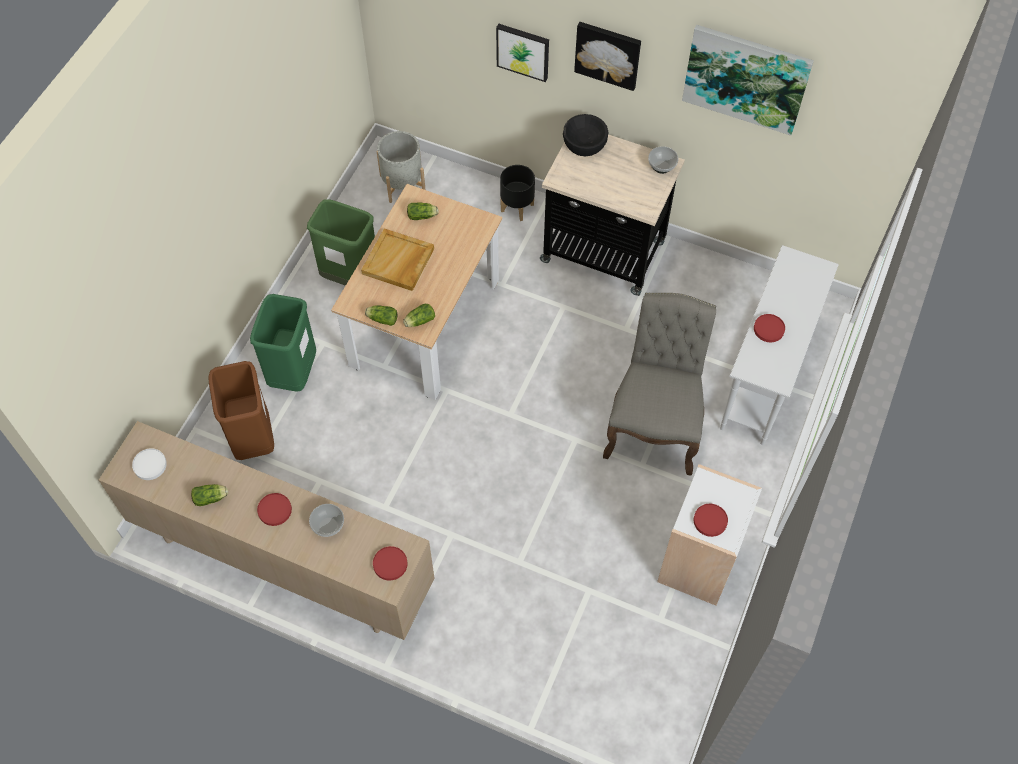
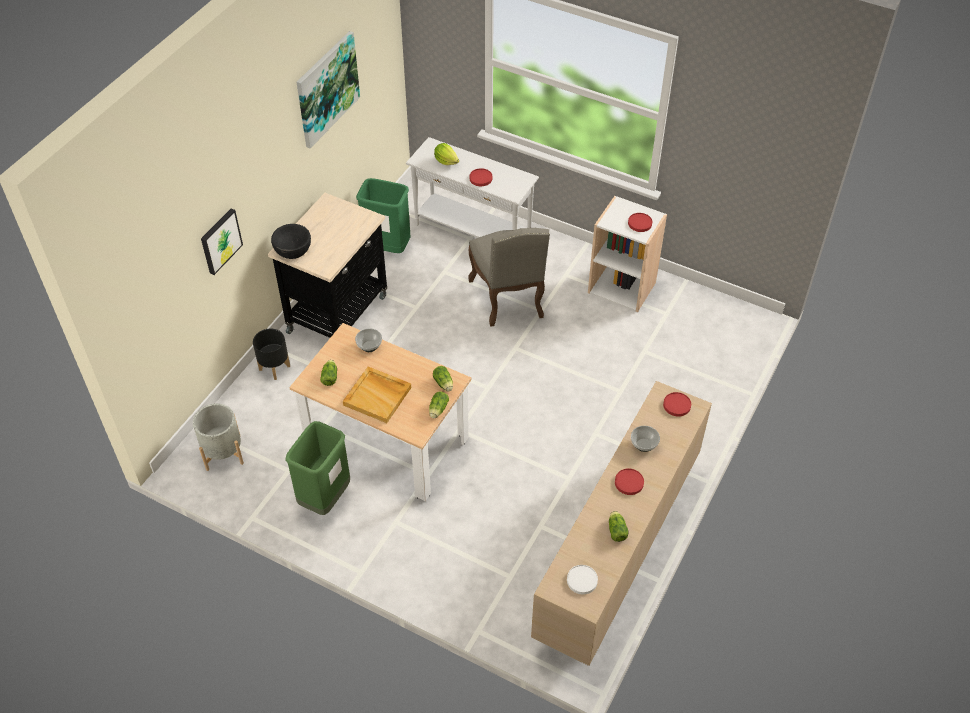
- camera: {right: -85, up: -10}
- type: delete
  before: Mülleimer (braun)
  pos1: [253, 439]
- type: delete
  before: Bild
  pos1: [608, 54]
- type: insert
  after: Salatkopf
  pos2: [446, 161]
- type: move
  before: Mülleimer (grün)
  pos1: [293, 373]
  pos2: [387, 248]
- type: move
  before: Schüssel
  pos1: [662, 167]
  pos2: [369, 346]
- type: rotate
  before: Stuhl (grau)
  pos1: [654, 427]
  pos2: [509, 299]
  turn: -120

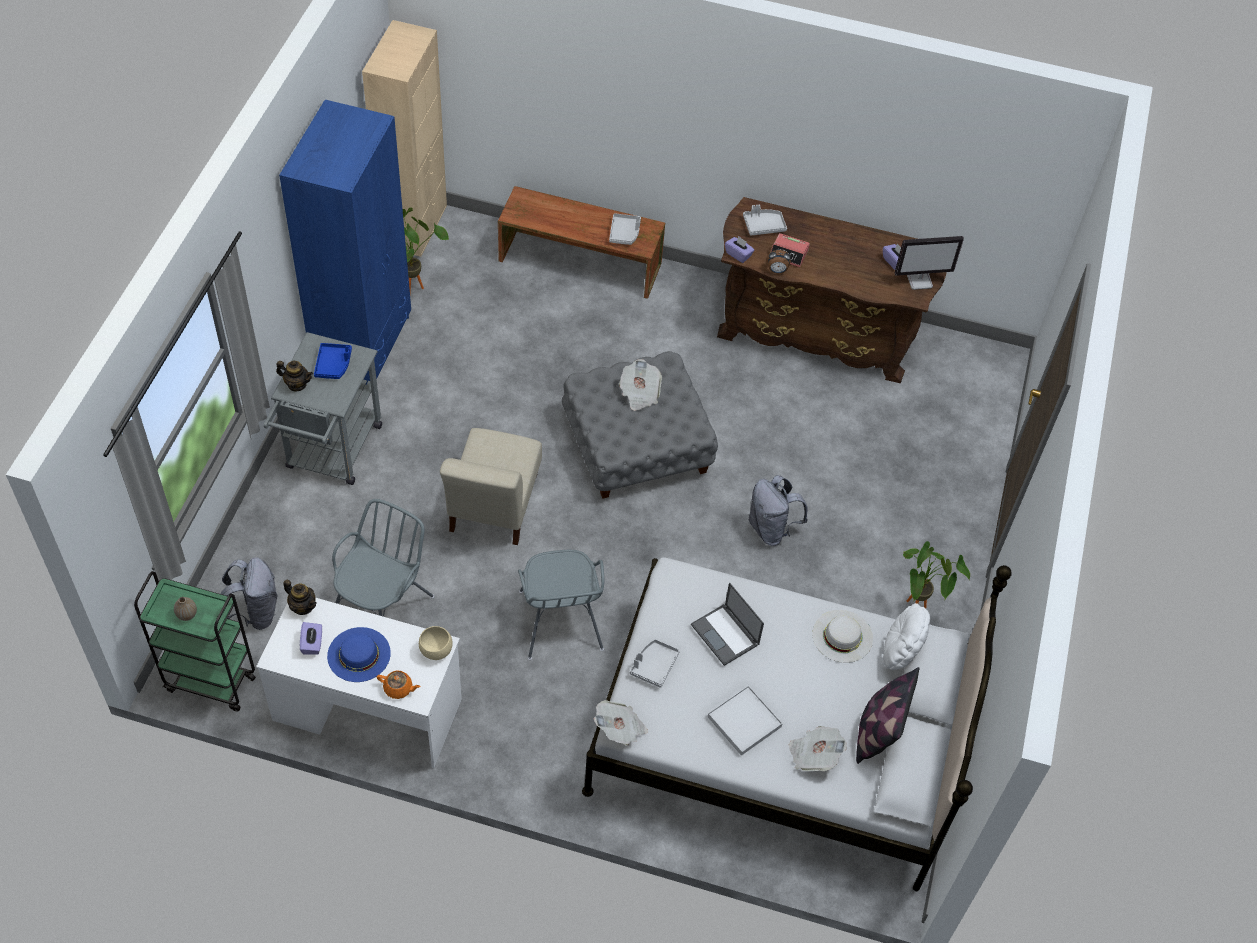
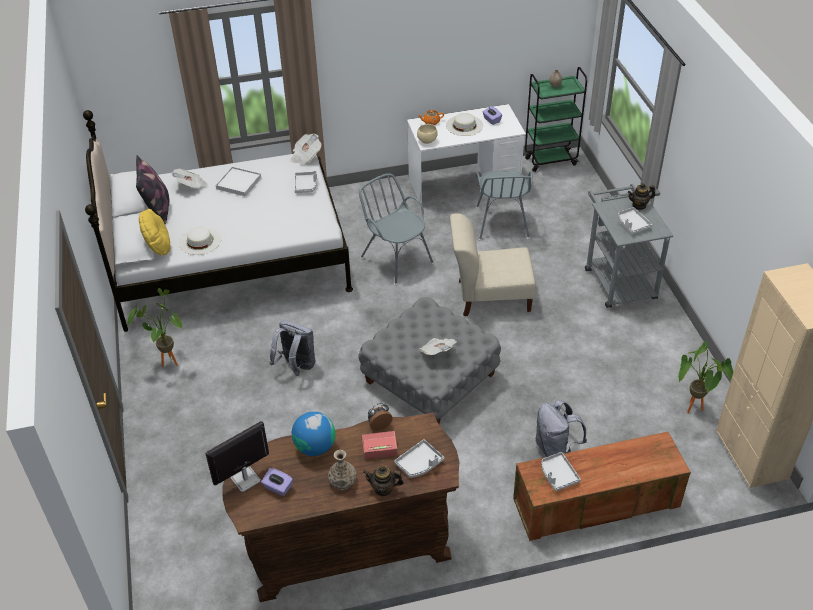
- camera: {right: 155, up: -10}
- type: delete
  before: Kleiderschrank (blau)
  pos1: [364, 343]
- type: delete
  before: Laptop
  pos1: [725, 635]
- type: delete
  before: Taschentuchbox (lila)
  pos1: [738, 254]
- type: insert
  after: Globus
  pos2: [315, 447]
- type: insert
  after: Vase
  pos2: [342, 481]
- type: move
  before: Rucksack (grau)
  pos1: [255, 612]
  pos2: [555, 449]
- type: move
  before: Teekanne
  pos1: [303, 606]
  pos2: [383, 489]
- type: recolor
  before: Tablett (blau)
  after: Tablett (grau)
  pos1: [333, 365]
  pos2: [632, 224]
- type: recolor
  before: Hut (blau)
  after: Hut (weiß)
  pos1: [359, 654]
  pos2: [464, 125]
- type: recolor
  before: Kissen (weiß)
  after: Kissen (gelb)
  pos1: [900, 652]
  pos2: [158, 248]
- type: rotate
  before: Stuhl (beige)
  pos1: [493, 507]
  pos2: [490, 296]
  turn: -75

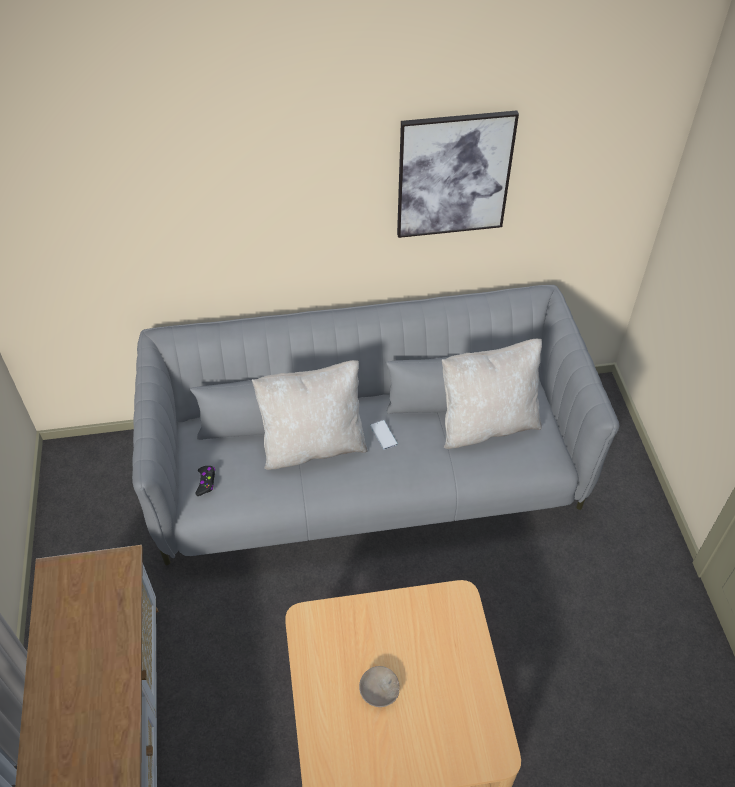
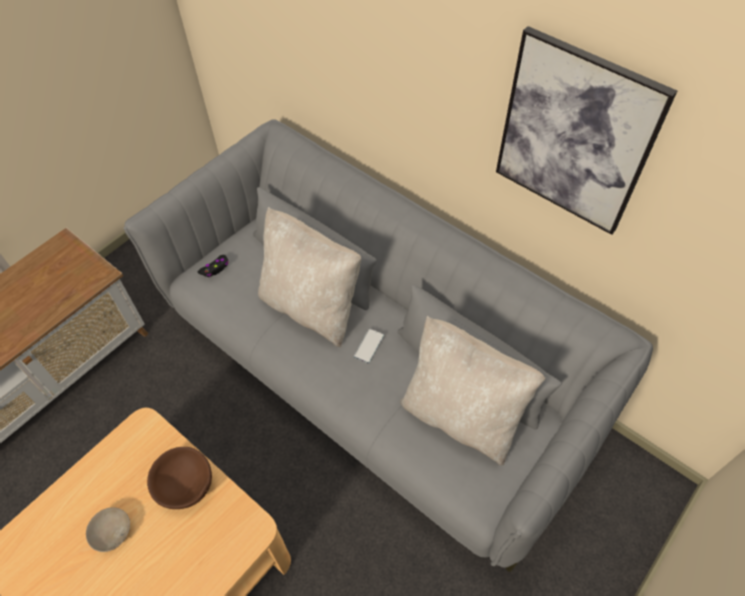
- camera: {right: 50, up: 5}
- type: insert
  after: Schüssel (braun)
  pos2: [185, 485]

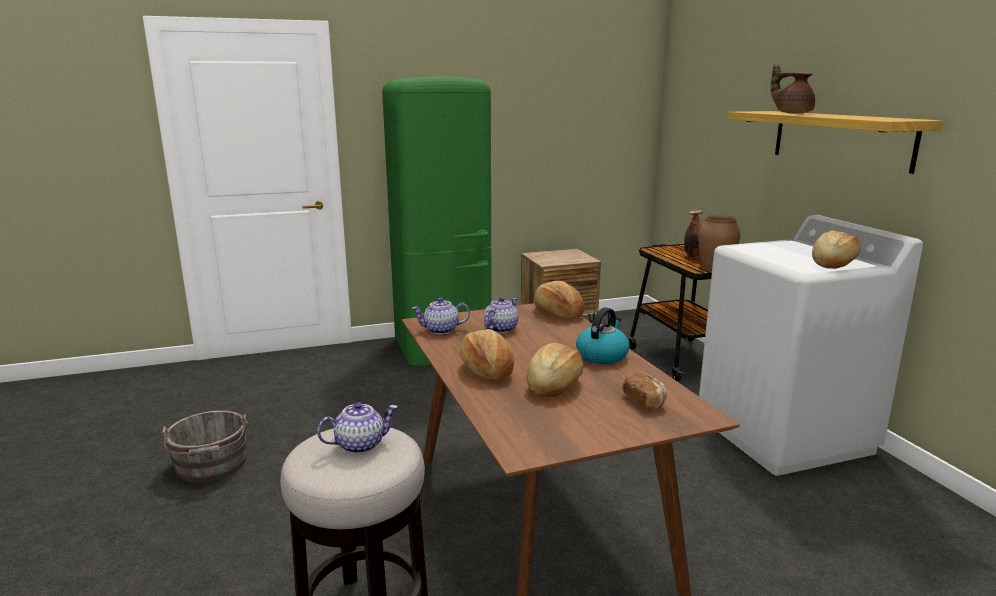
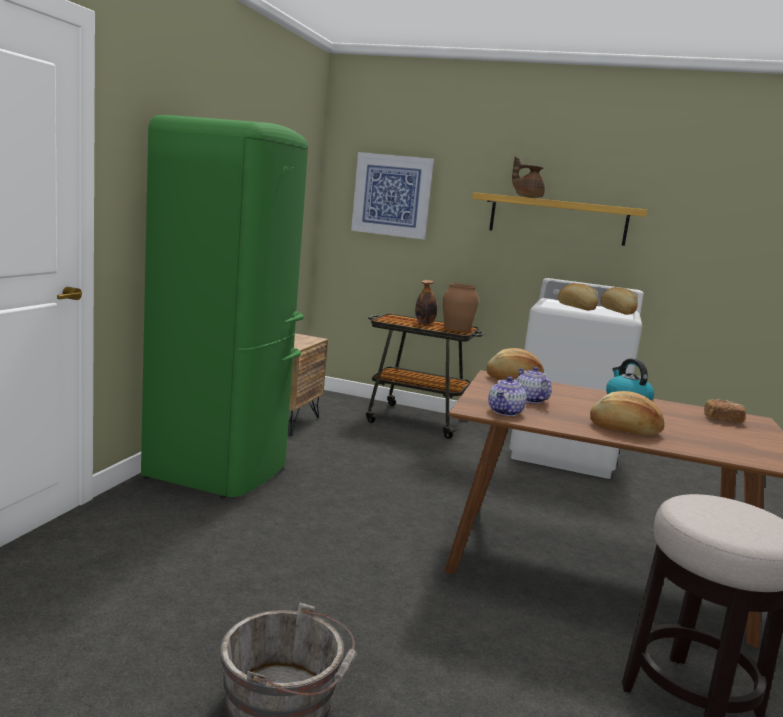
- camera: {right: -55, up: -5}
- type: delete
  before: Teekanne
  pos1: [360, 445]
- type: insert
  after: Bild
  pos2: [392, 195]
- type: move
  before: Brot
  pos1: [554, 384]
  pos2: [576, 307]

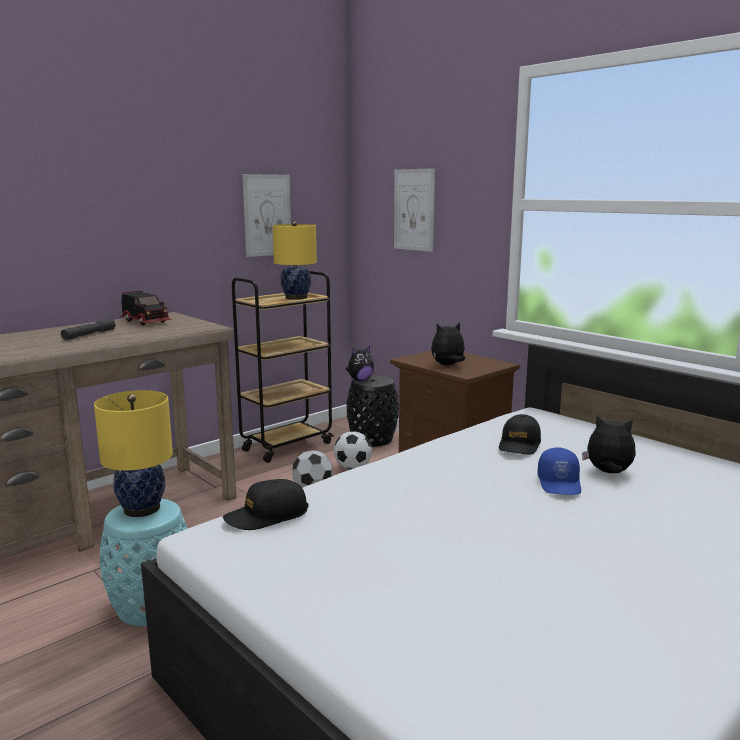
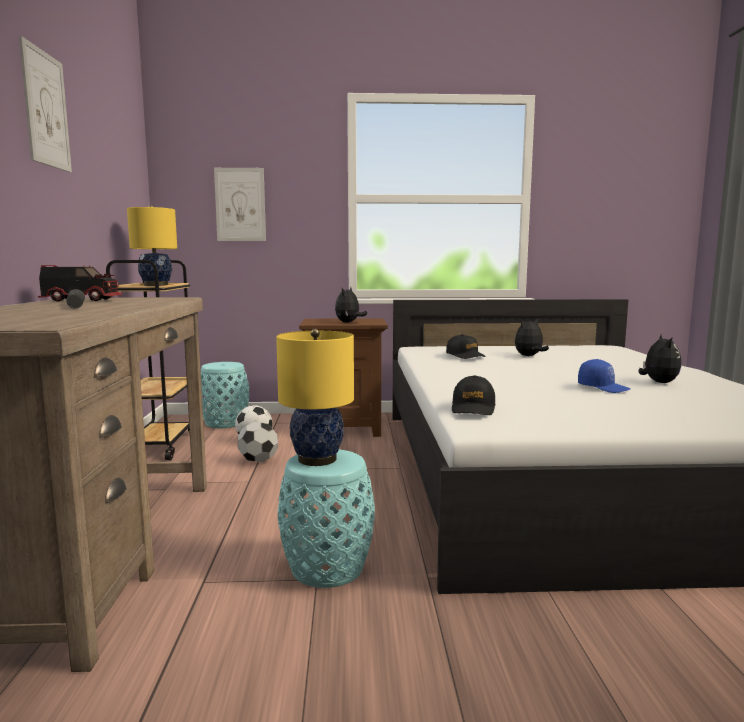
- camera: {right: -50, up: -5}
- type: move
  before: Bild
  pos1: [267, 215]
  pos2: [46, 109]
- type: move
  before: Plüschtier
  pos1: [360, 380]
  pos2: [658, 382]
- type: move
  before: Kappe (blau)
  pos1: [560, 484]
  pos2: [603, 387]
- type: recolor
  before: Hocker (schwarz)
  after: Hocker (türkis)
  pos1: [372, 439]
  pos2: [225, 423]

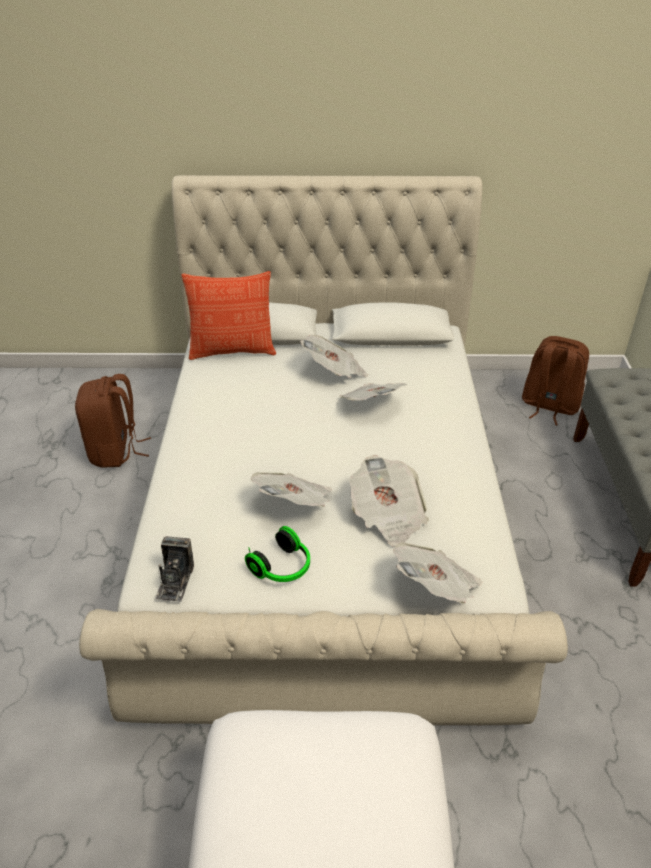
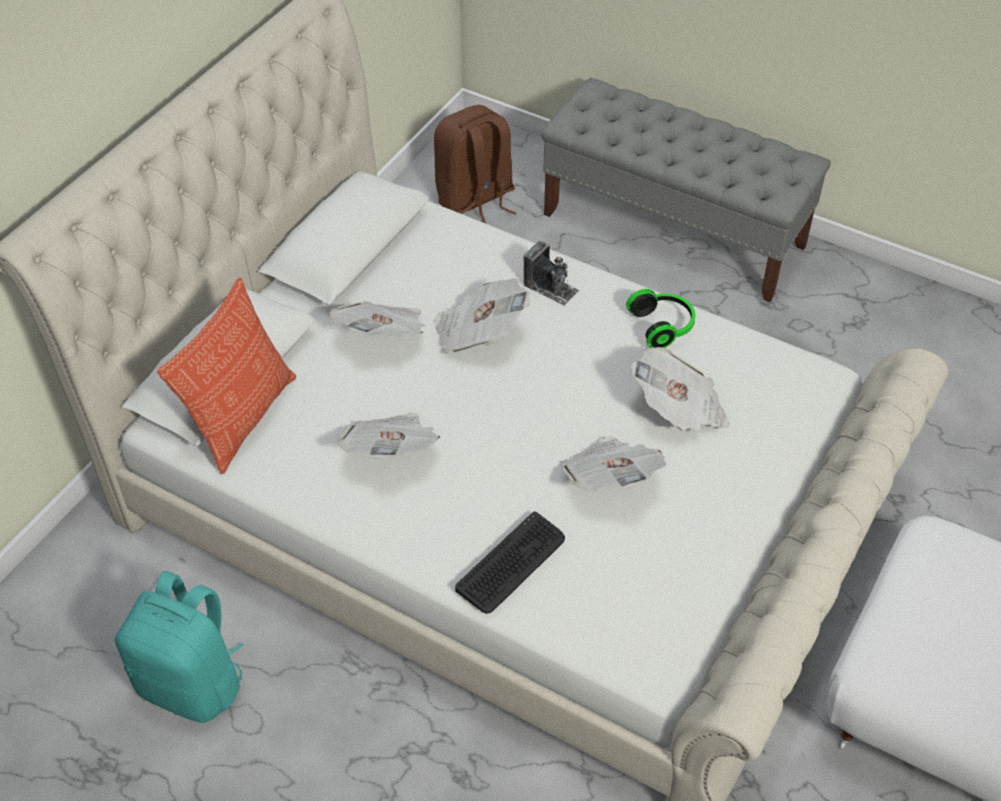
- camera: {right: -60, up: 10}
- type: insert
  after: Tastatur
  pos2: [511, 563]
- type: move
  before: Kamera
  pos1: [175, 581]
  pos2: [550, 287]
- type: move
  before: Kopfhörer
  pos1: [283, 568]
  pos2: [663, 326]
- type: move
  before: Zeitung
  pos1: [436, 587]
  pos2: [392, 452]
- type: recolor
  before: Rucksack (braun)
  after: Rucksack (türkis)
  pos1: [116, 451]
  pos2: [193, 684]

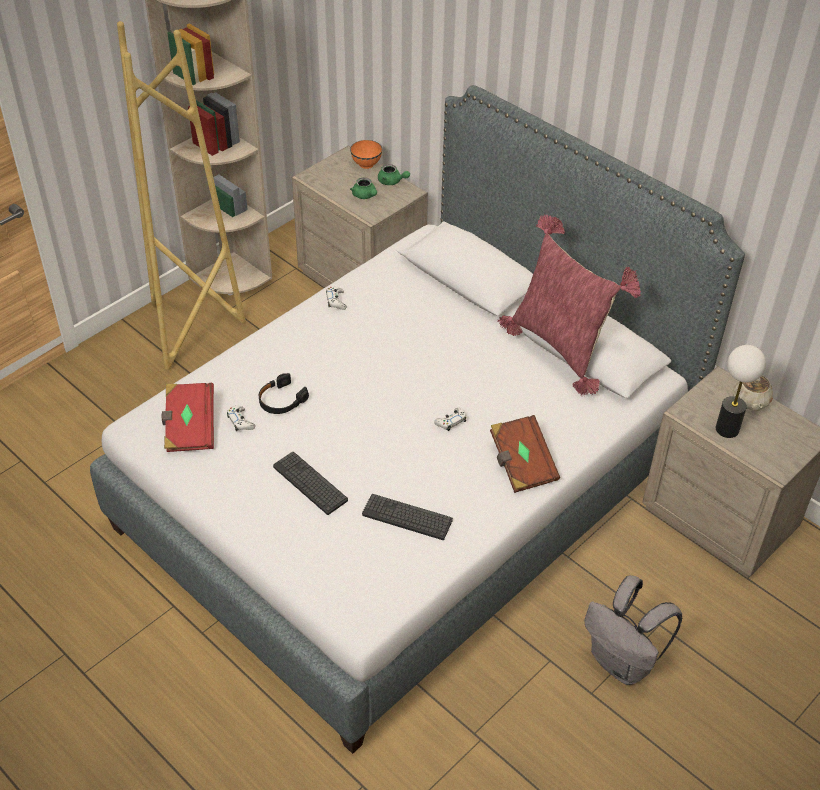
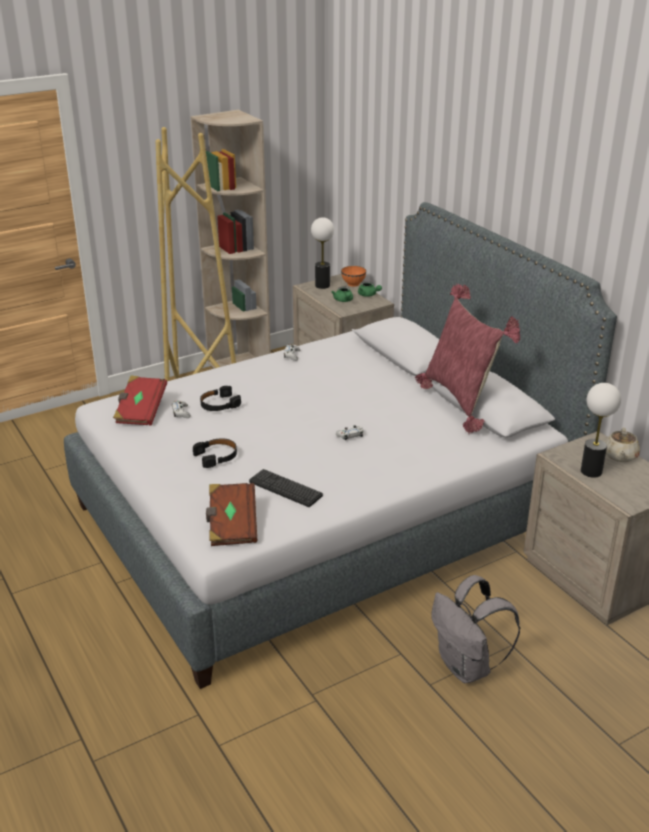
- camera: {right: 15, up: -15}
- type: insert
  after: Tischlampe
  pos2: [322, 285]
- type: move
  before: Buch (braun)
  pos1: [521, 464]
  pos2: [231, 526]
- type: replace
  before: Tastatur
  after: Kopfhörer (schwarz)
  pos1: [310, 483]
  pos2: [216, 456]

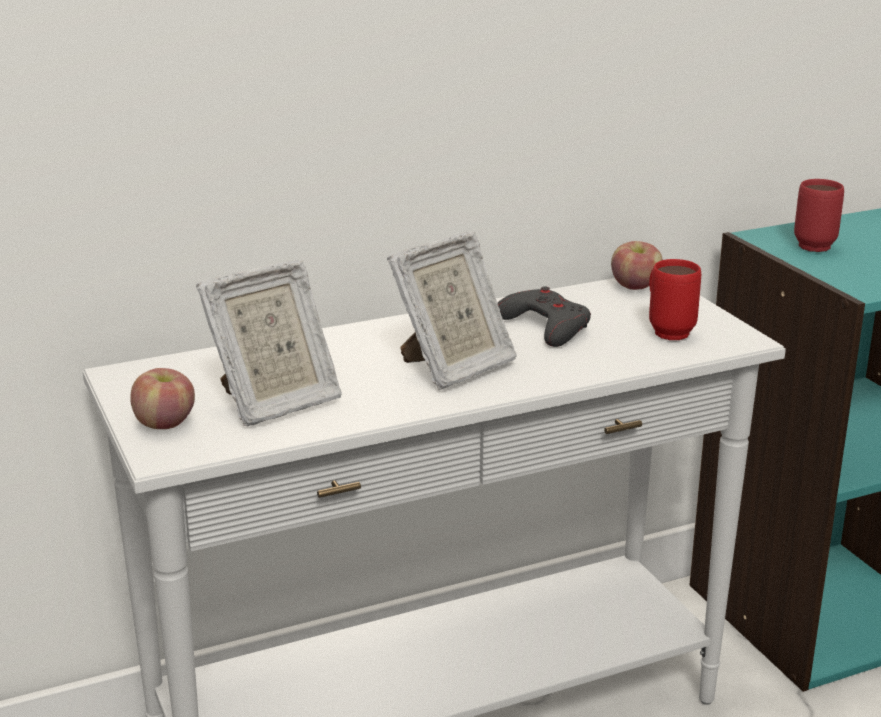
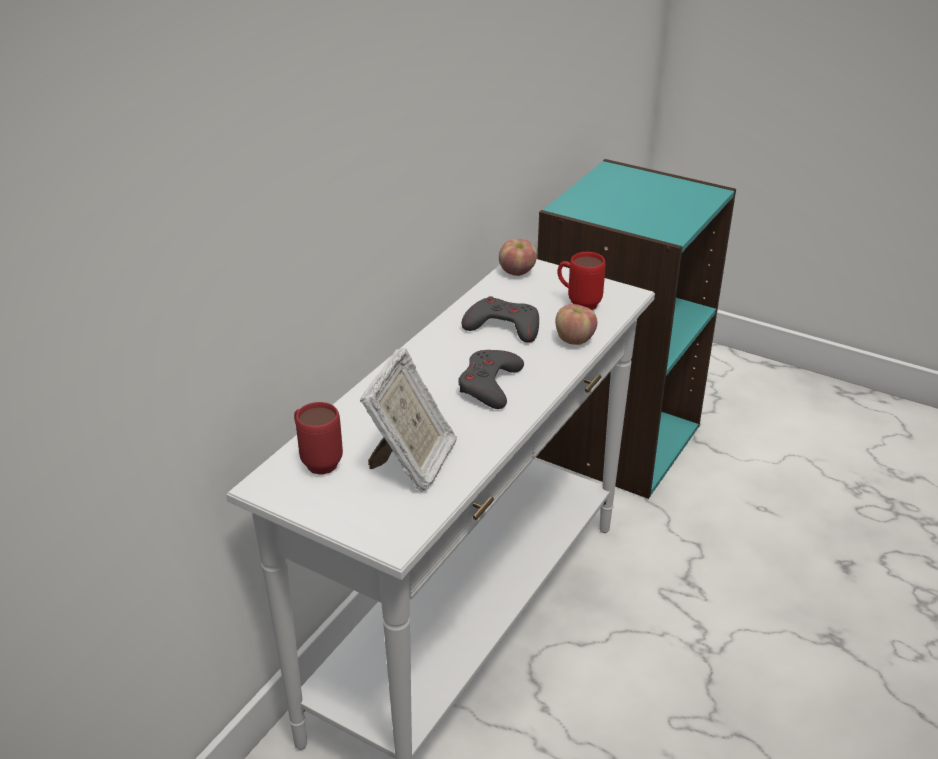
- camera: {right: -35, up: 10}
- type: move
  before: Apfel
  pos1: [165, 424]
  pos2: [574, 340]
- type: move
  before: Henkelbecher (rot)
  pos1: [811, 244]
  pos2: [317, 461]
- type: replace
  before: Bilderrahmen
  after: Gamepad (grau)
  pos1: [453, 368]
  pos2: [489, 384]

